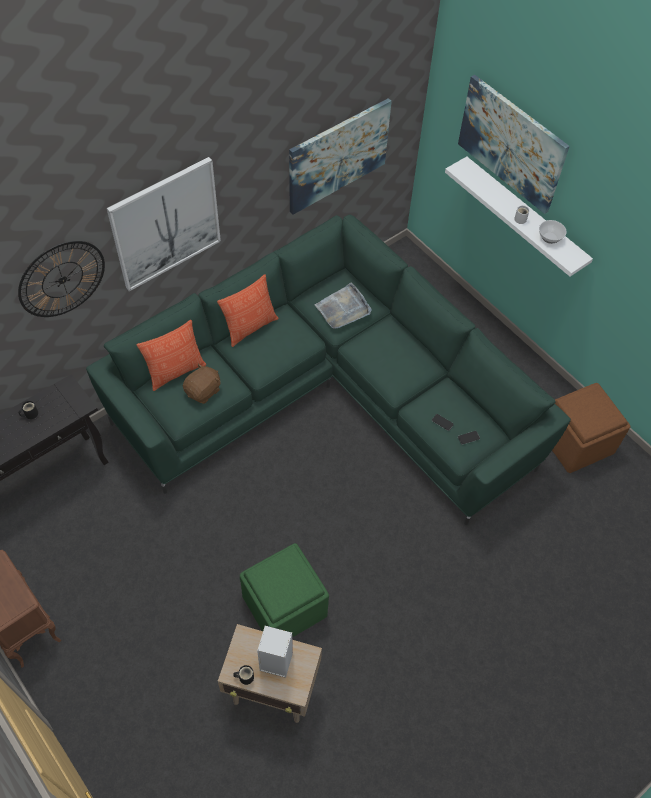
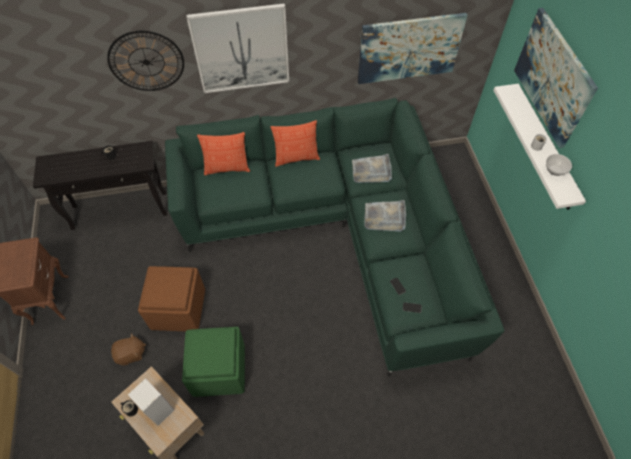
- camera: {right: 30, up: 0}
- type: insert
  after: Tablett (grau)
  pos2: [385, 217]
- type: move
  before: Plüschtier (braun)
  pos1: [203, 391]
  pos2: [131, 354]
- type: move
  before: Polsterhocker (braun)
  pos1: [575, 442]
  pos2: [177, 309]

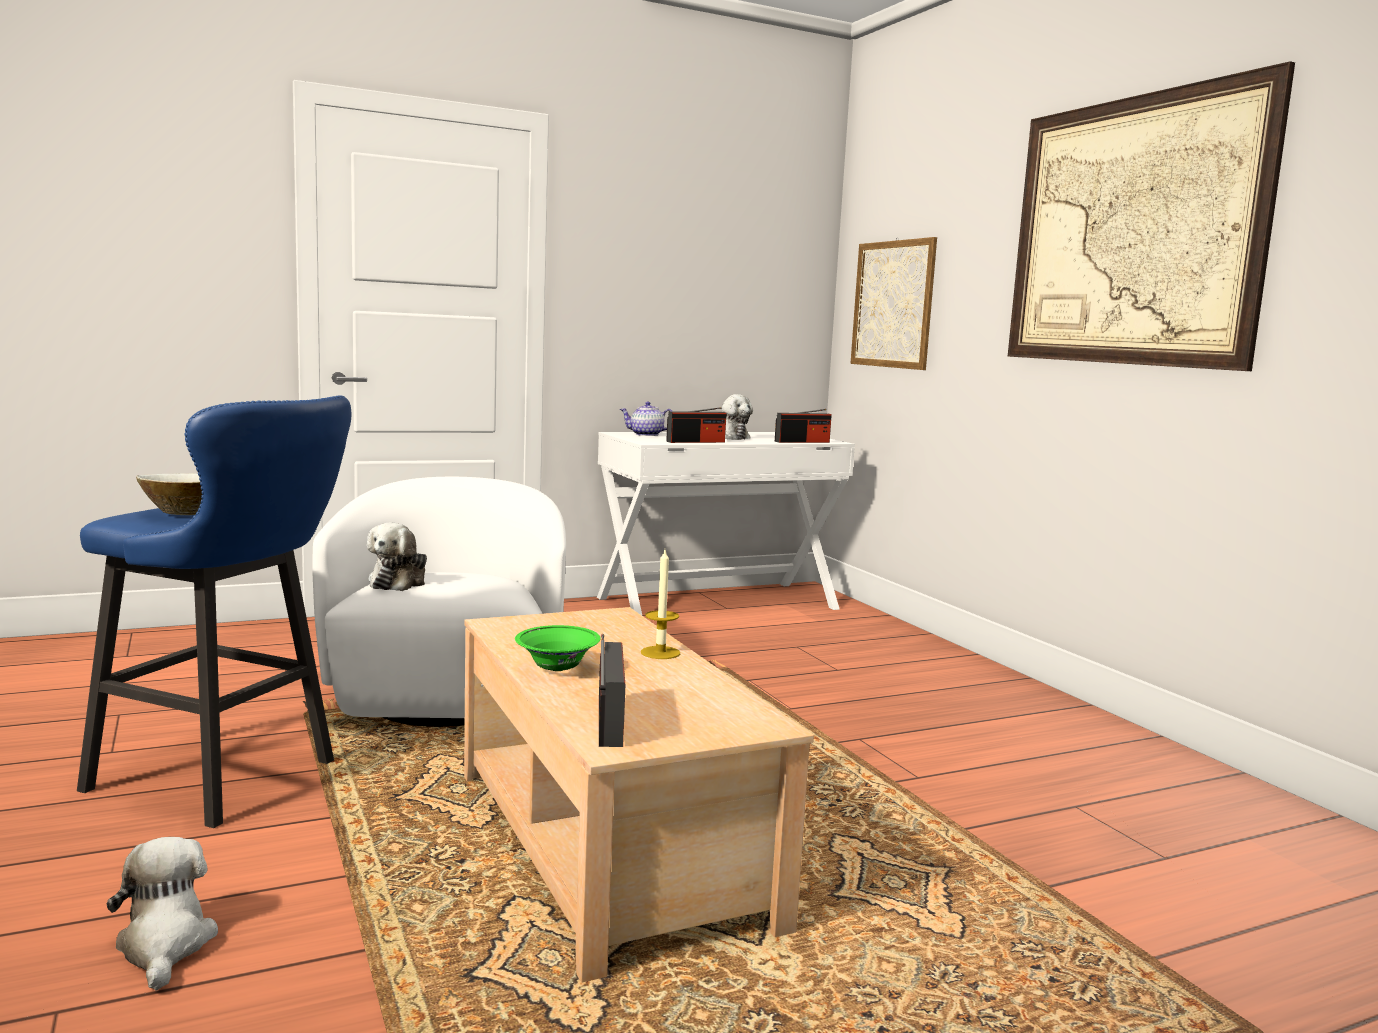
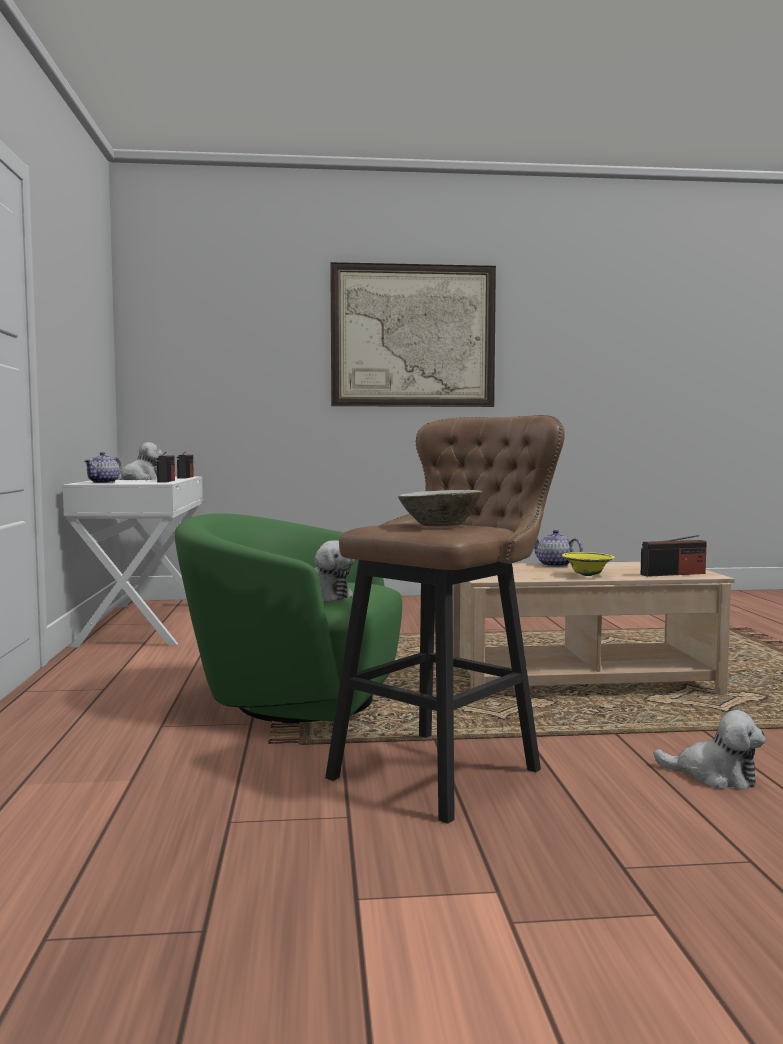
- camera: {right: -70, up: -5}
- type: delete
  before: Bild
  pos1: [893, 302]
- type: replace
  before: Kerze
  after: Teekanne
  pos1: [660, 652]
  pos2: [554, 565]
- type: recolor
  before: Hocker (blau)
  after: Hocker (braun)
  pos1: [232, 782]
  pos2: [450, 766]
- type: recolor
  before: Sessel (weiß)
  after: Sessel (grün)
  pos1: [449, 695]
  pos2: [293, 700]
- type: recolor
  before: Schüssel (grün)
  after: Schüssel (gelb)
  pos1: [557, 669]
  pos2: [587, 575]
- type: rotate
  before: Plüschtier
  pos1: [165, 945]
  pos2: [714, 776]
  turn: -150
- type: rotate
  before: Radio
  pos1: [610, 721]
  pos2: [673, 574]
  turn: 150

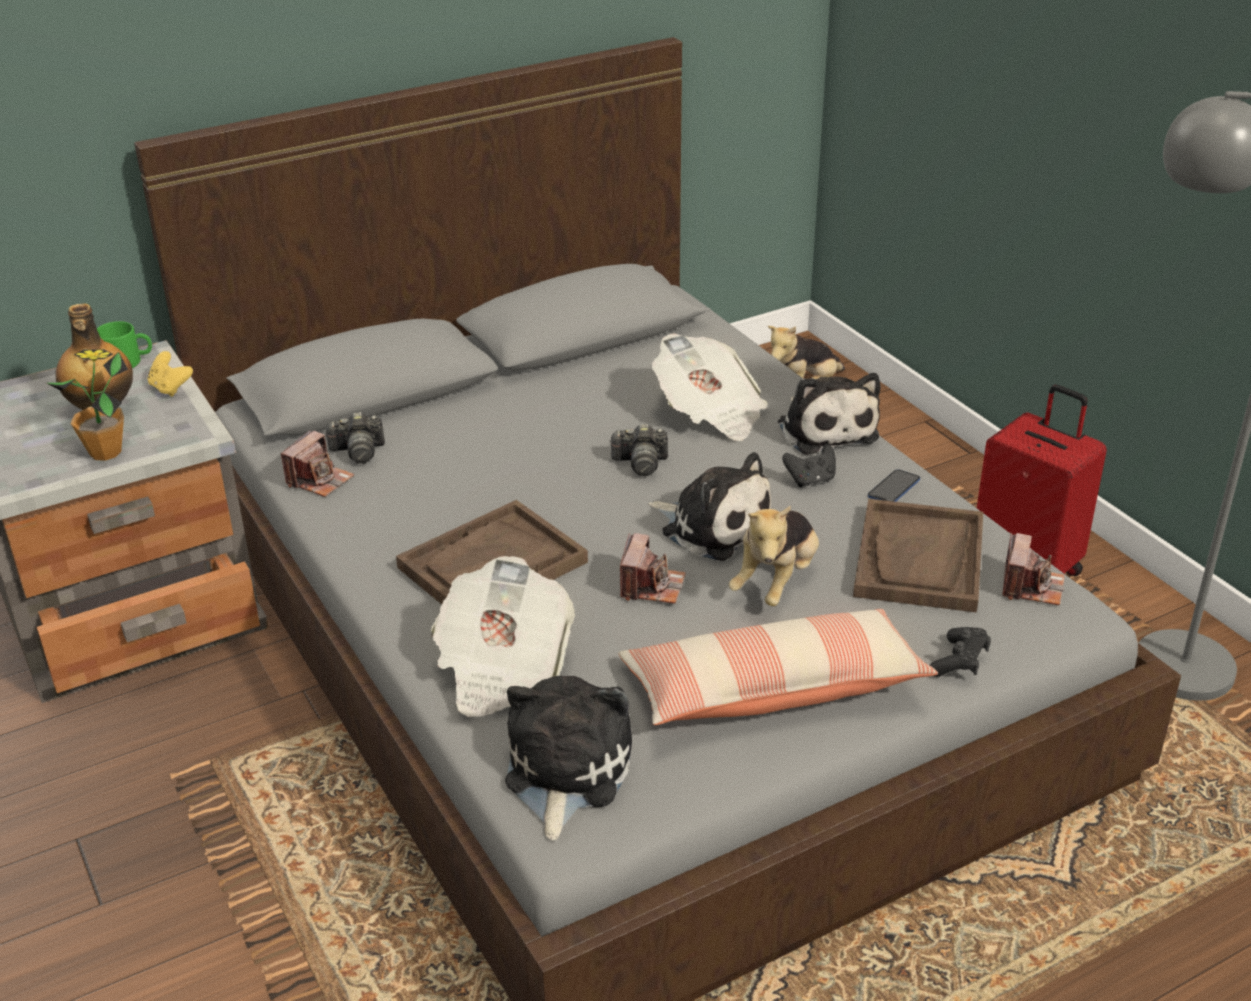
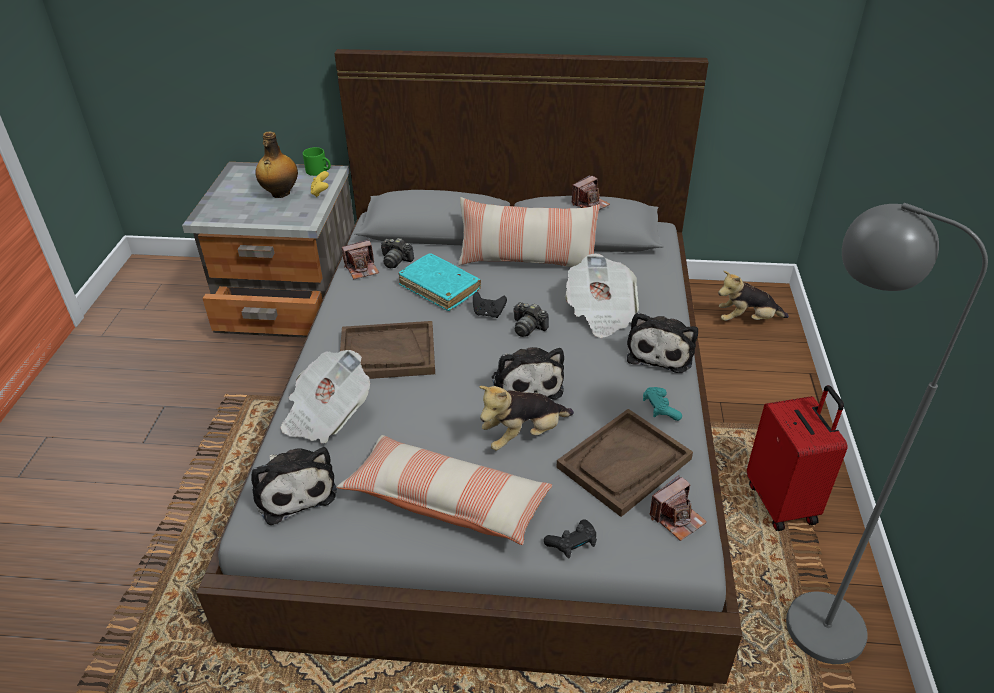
- camera: {right: 35, up: 5}
- type: delete
  before: Topfpflanze
  pos1: [106, 452]
- type: insert
  after: Buch (türkis)
  pos2: [440, 288]
- type: insert
  after: Kissen
  pos2: [527, 260]
- type: move
  before: Kamera
  pos1: [651, 586]
  pos2: [590, 204]
- type: move
  before: Gamepad (schwarz)
  pos1: [810, 480]
  pos2: [488, 313]
- type: replace
  before: Handy
  after: Gamepad (türkis)
  pos1: [893, 488]
  pos2: [660, 409]
- type: rotate
  before: Plüschtier
  pos1: [564, 772]
  pos2: [294, 489]
  turn: 105

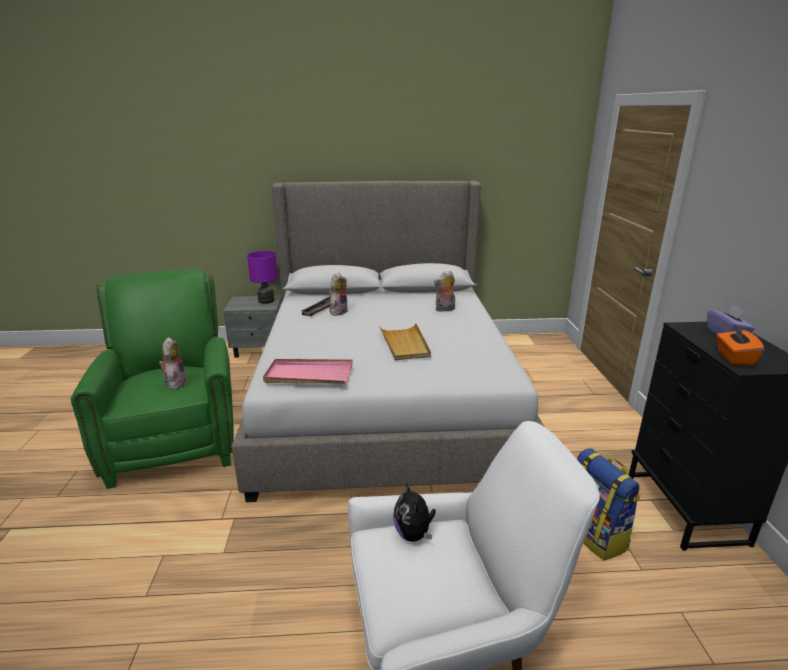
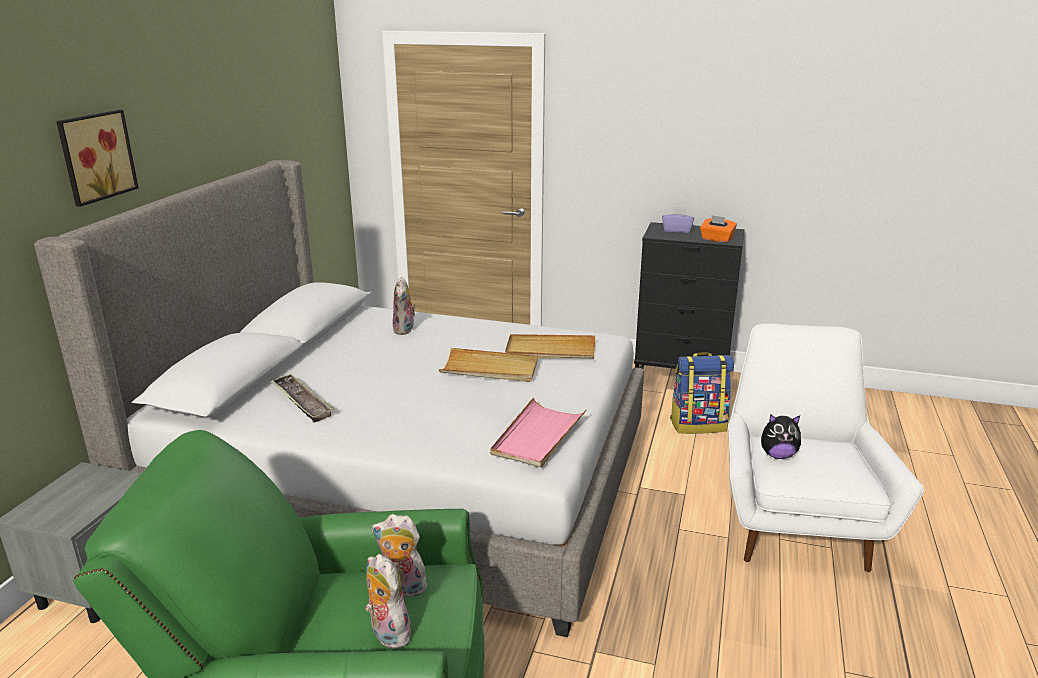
- camera: {right: -70, up: 0}
- type: delete
  before: Tischlampe (lila)
  pos1: [266, 301]
- type: insert
  after: Bild
  pos2: [95, 156]
- type: insert
  after: Tablett (beige)
  pos2: [550, 351]
- type: move
  before: Plüschtier
  pos1: [338, 311]
  pos2: [387, 633]

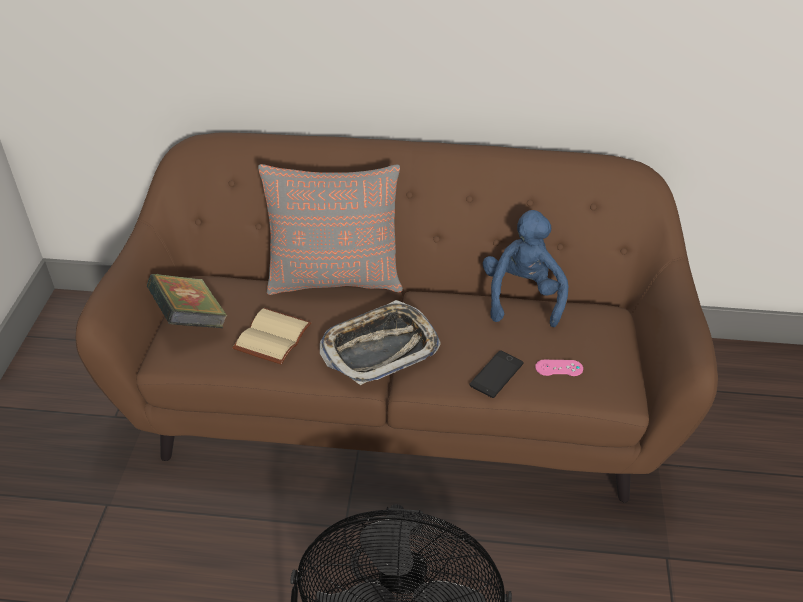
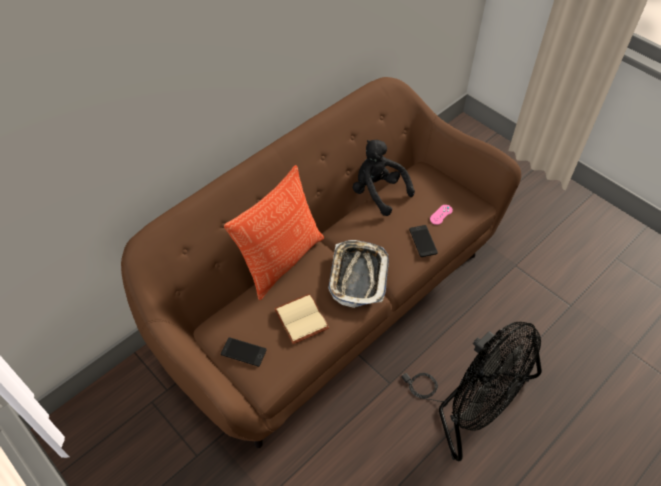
- camera: {right: -50, up: 10}
- type: replace
  before: Buch
  after: Handy
  pos1: [191, 320]
  pos2: [243, 352]
- type: recolor
  before: Kissen (grau)
  after: Kissen (orange)
  pos1: [335, 281]
  pos2: [282, 261]
- type: recolor
  before: Plüschtier (blau)
  after: Plüschtier (schwarz)
  pos1: [522, 296]
  pos2: [378, 192]

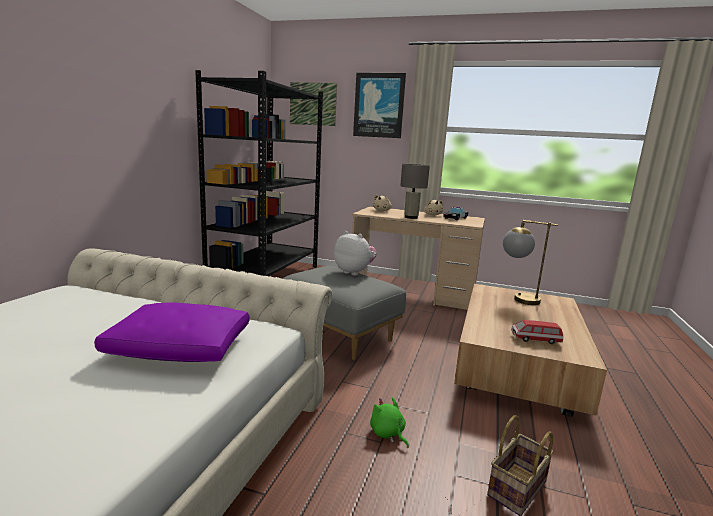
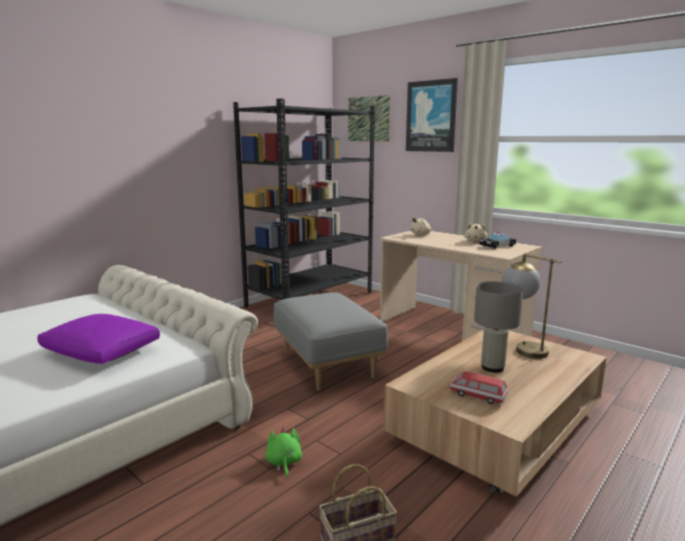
- camera: {right: 25, up: 0}
- type: delete
  before: Plüschtier
  pos1: [354, 272]
- type: move
  before: Tischlampe (grau)
  pos1: [411, 217]
  pos2: [493, 368]

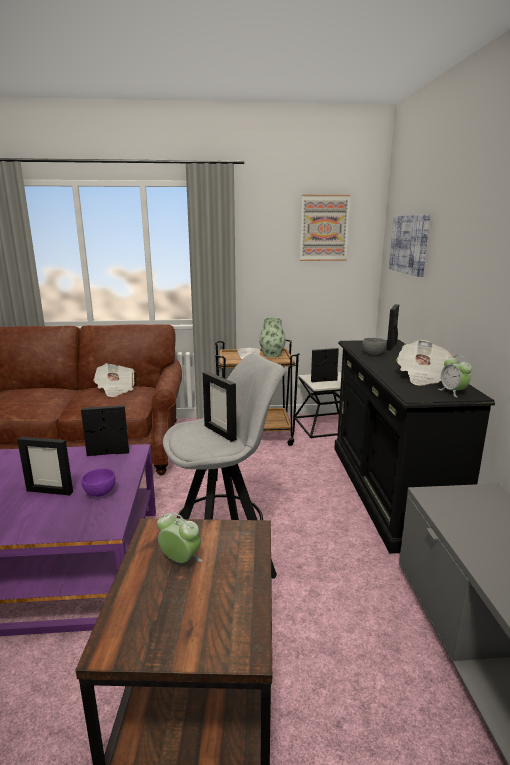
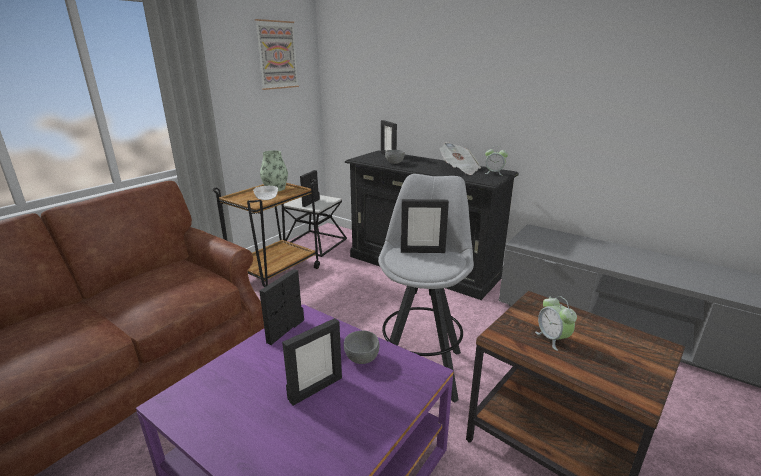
- camera: {right: -50, up: 5}
- type: delete
  before: Zeitung
  pos1: [115, 389]
- type: delete
  before: Bild
  pos1: [409, 244]
- type: recolor
  before: Schüssel (lila)
  after: Schüssel (grau)
  pos1: [100, 493]
  pos2: [362, 358]
- type: rotate
  before: Wecker
  pos1: [180, 560]
  pos2: [552, 339]
  turn: -90

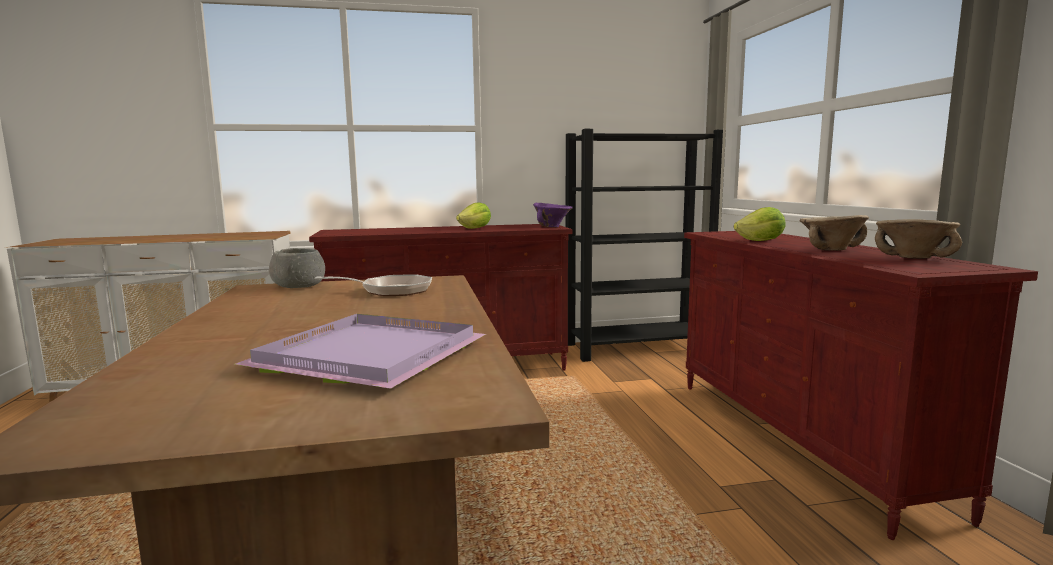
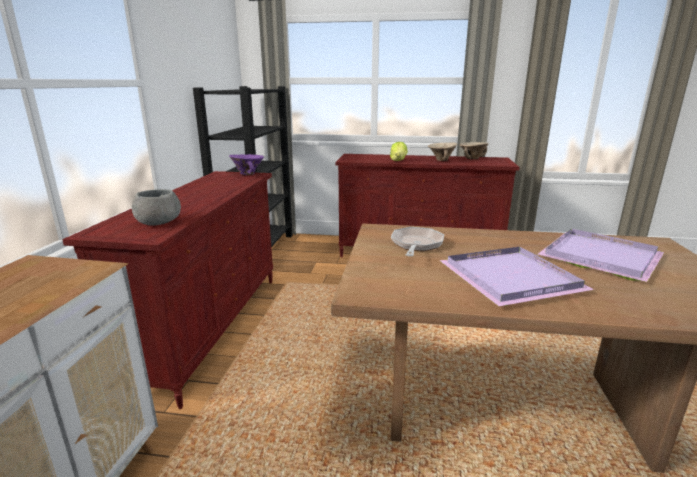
- camera: {right: -70, up: 10}
- type: delete
  before: Salatkopf
  pos1: [475, 228]
- type: insert
  after: Tablett (lila)
  pos2: [510, 277]
- type: move
  before: Schüssel (grau)
  pos1: [298, 286]
  pos2: [158, 222]

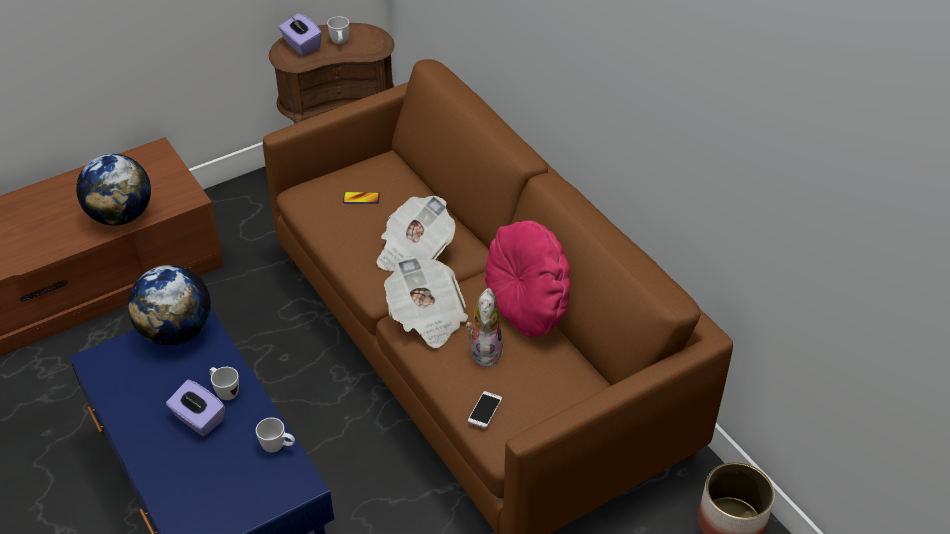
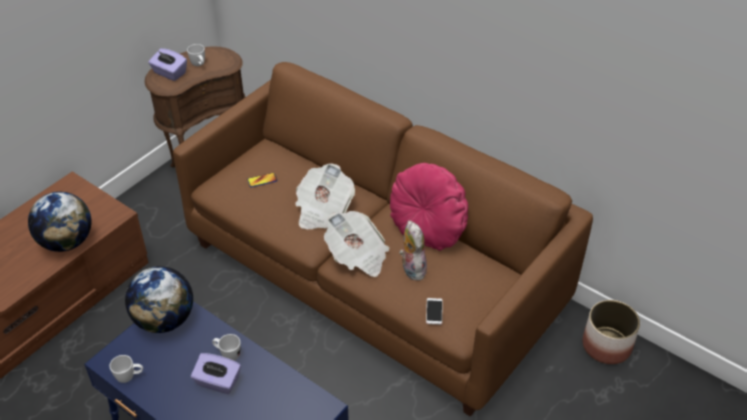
- camera: {right: -20, up: 0}
- type: move
  before: Henkelbecher (weiß)
  pos1: [278, 447]
  pos2: [129, 377]

